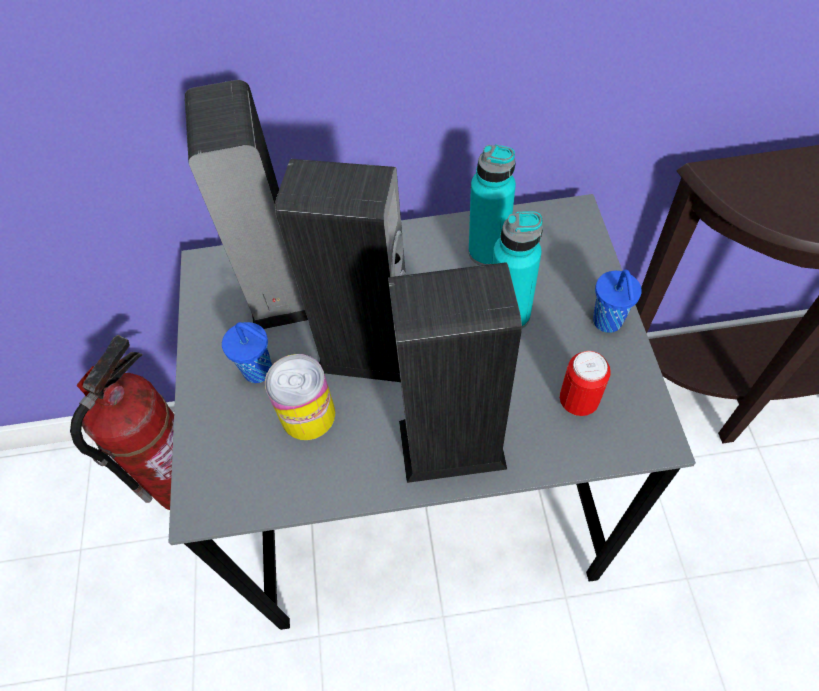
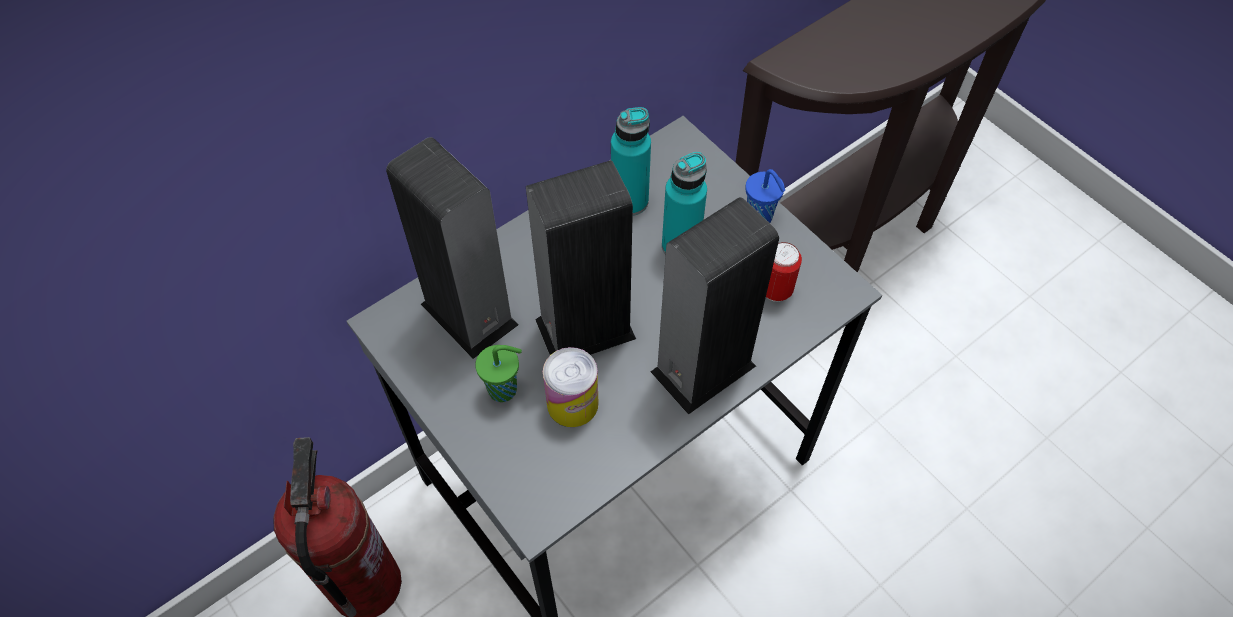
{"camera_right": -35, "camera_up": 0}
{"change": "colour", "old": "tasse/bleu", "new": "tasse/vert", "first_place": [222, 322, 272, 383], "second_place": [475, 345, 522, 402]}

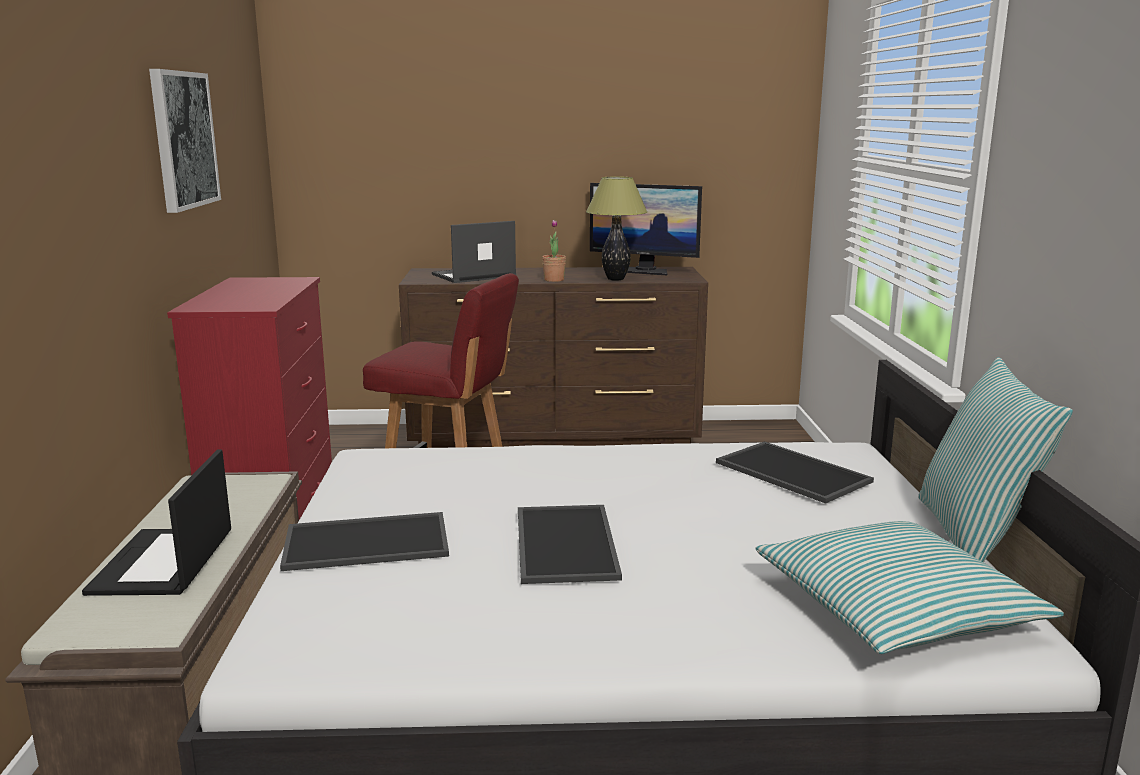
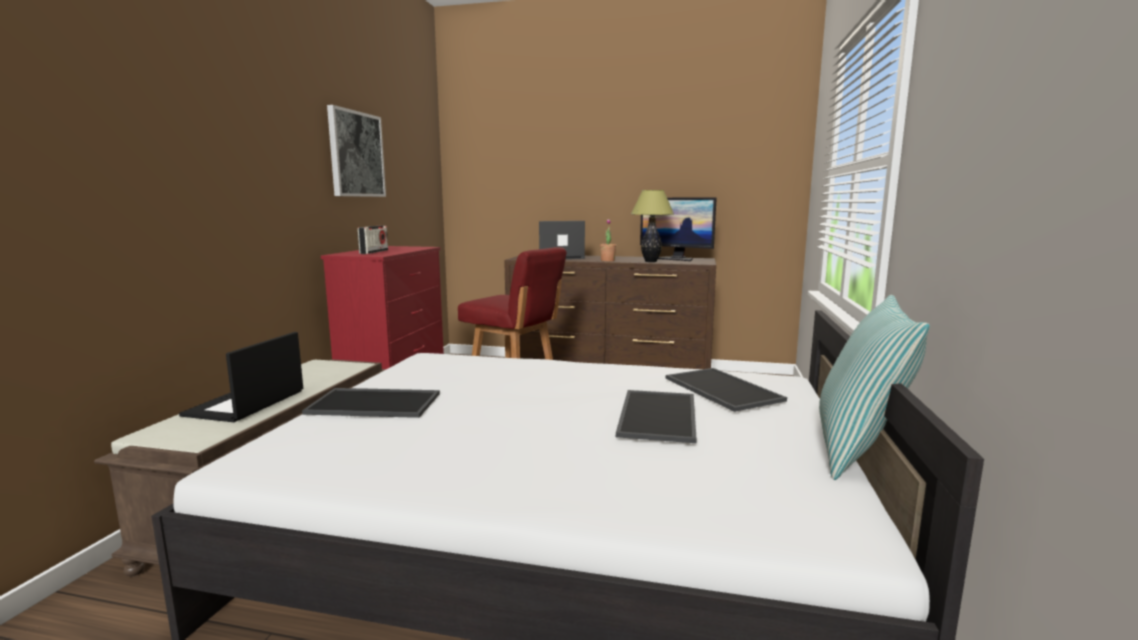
{"camera_right": 15, "camera_up": -5}
{"change": "missing", "old": "coussin", "first_place": [755, 521, 1064, 654]}
{"change": "appeared", "new": "radio", "second_place": [357, 226, 388, 254]}
{"change": "relocated", "old": "plateau", "first_place": [518, 505, 622, 584], "second_place": [616, 390, 697, 443]}

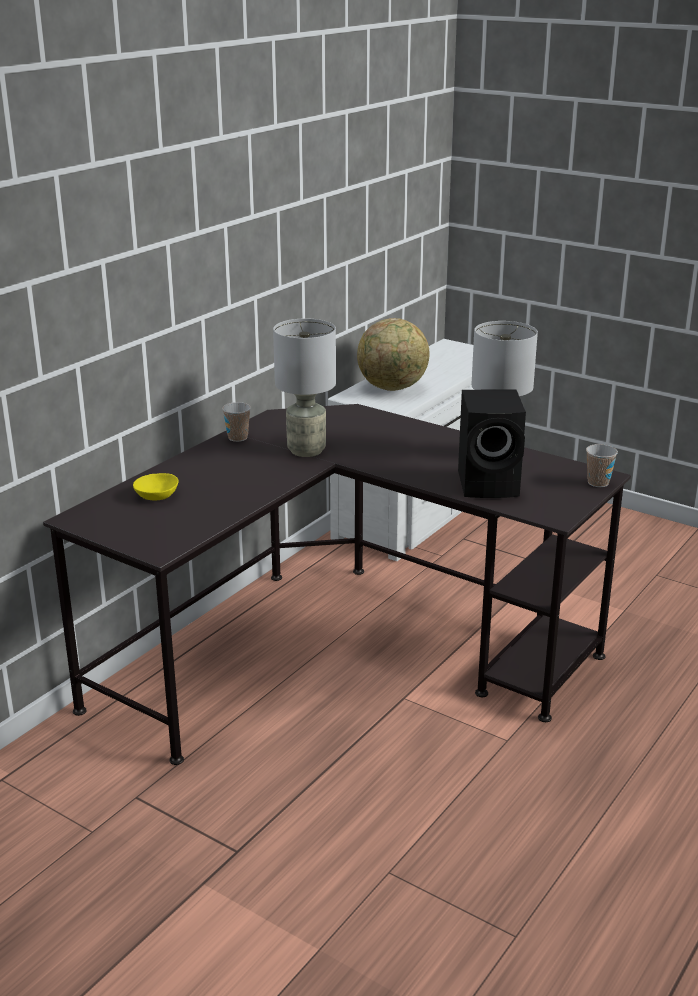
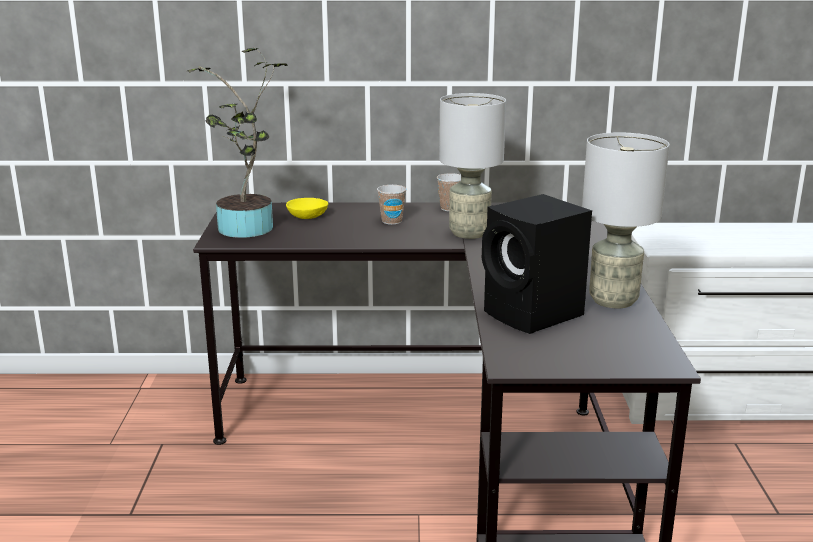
{"camera_right": 55, "camera_up": -5}
{"change": "missing", "old": "globe", "first_place": [357, 318, 430, 391]}
{"change": "appeared", "new": "plante en pot", "second_place": [187, 47, 287, 238]}
{"change": "relocated", "old": "tasse", "first_place": [586, 444, 618, 487], "second_place": [377, 185, 407, 225]}

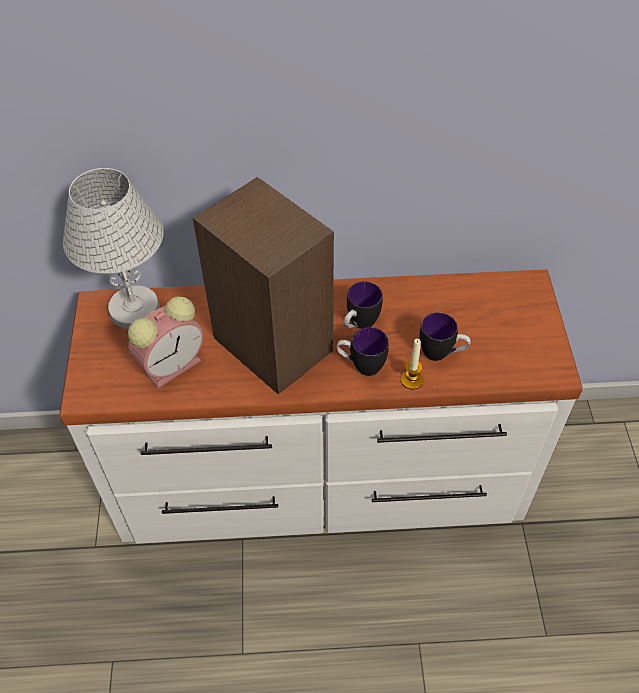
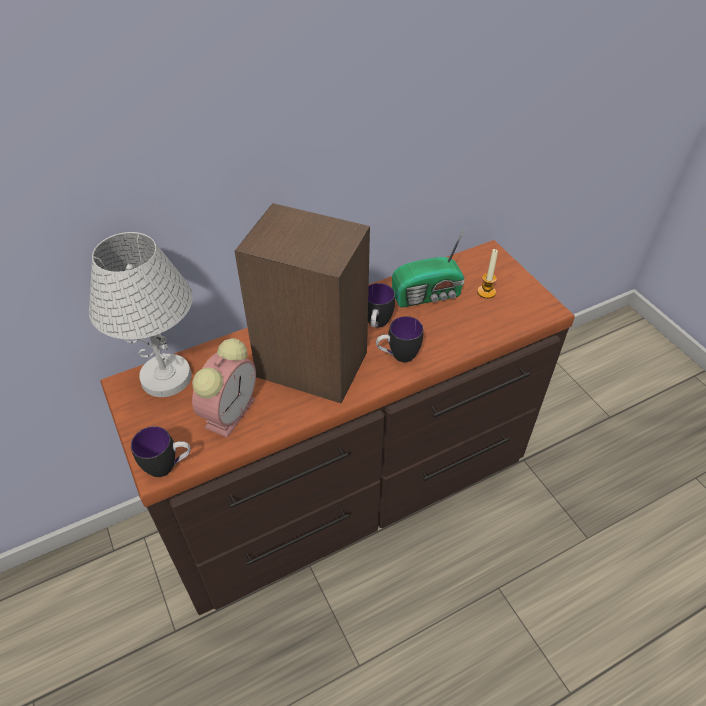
{"camera_right": -25, "camera_up": -5}
{"change": "appeared", "new": "radio", "second_place": [392, 227, 465, 308]}
{"change": "relocated", "old": "bougie", "first_place": [401, 339, 423, 390], "second_place": [477, 249, 498, 299]}
{"change": "relocated", "old": "mug", "first_place": [419, 312, 471, 361], "second_place": [131, 426, 191, 477]}
{"change": "colour", "old": "commode/blanc", "new": "commode/marron", "first_place": [59, 269, 583, 544], "second_place": [100, 240, 575, 615]}

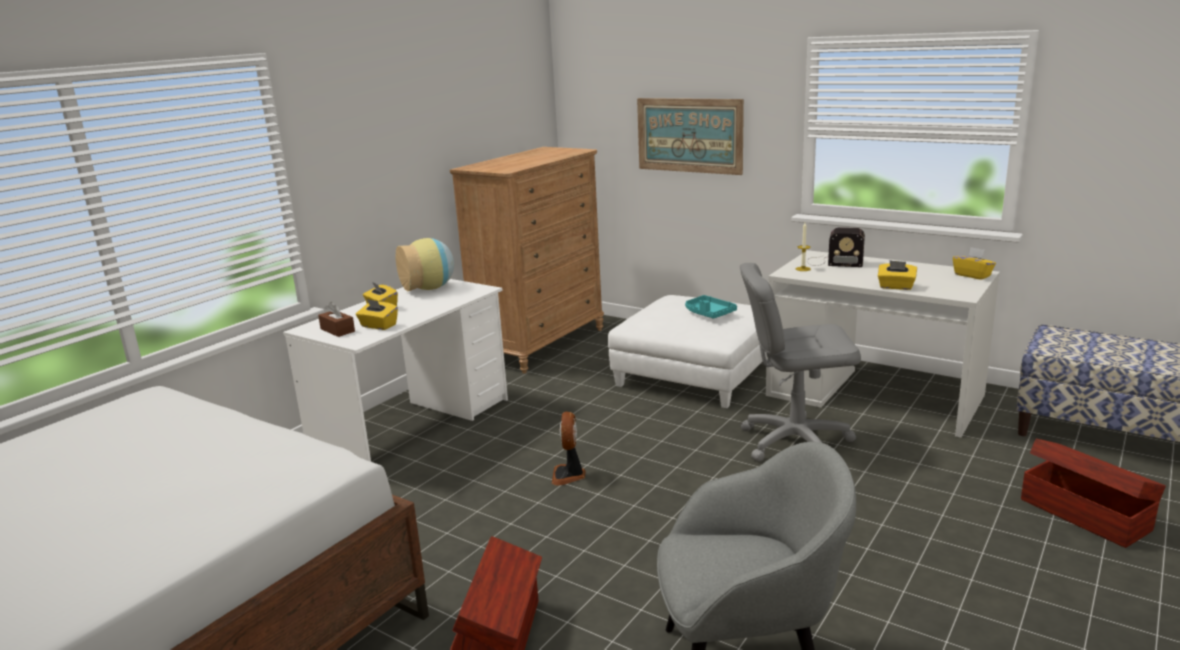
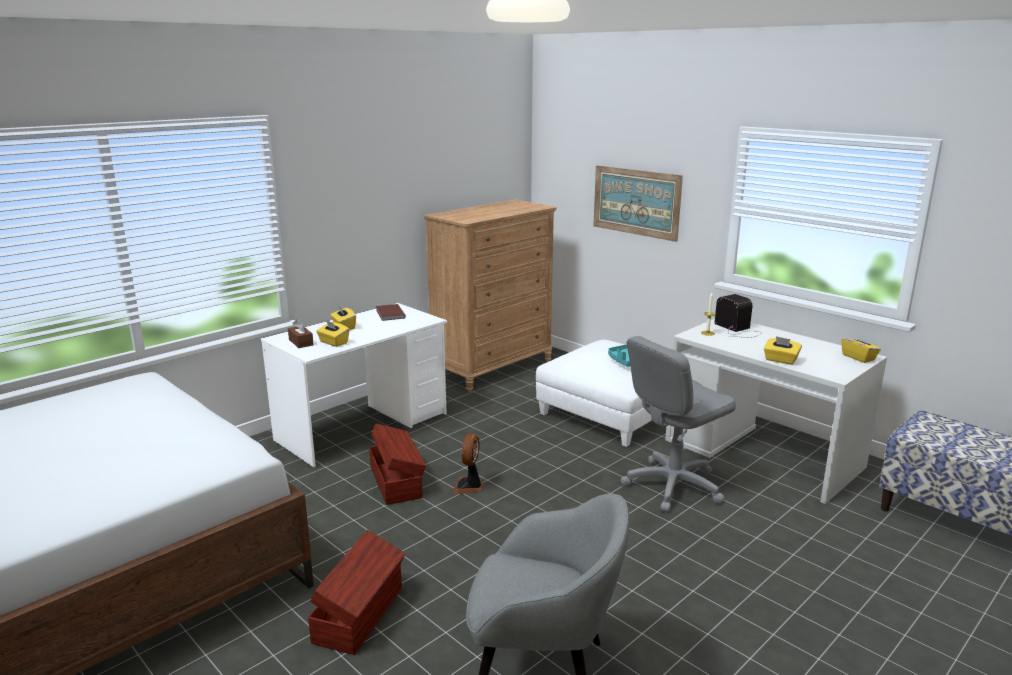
{"camera_right": 10, "camera_up": 0}
{"change": "relocated", "old": "boîte de rangement/marron", "first_place": [1021, 439, 1166, 548], "second_place": [369, 424, 426, 505]}
{"change": "exchanged", "old": "vase", "new": "livre/marron", "first_place": [395, 238, 454, 291], "second_place": [376, 304, 406, 321]}
{"change": "spun", "old": "chaise de bureau/gris", "first_place": [740, 263, 861, 461], "second_place": [621, 336, 736, 512], "degrees": -45}
{"change": "spun", "old": "radio", "first_place": [807, 227, 865, 267], "second_place": [714, 294, 760, 338], "degrees": -150}

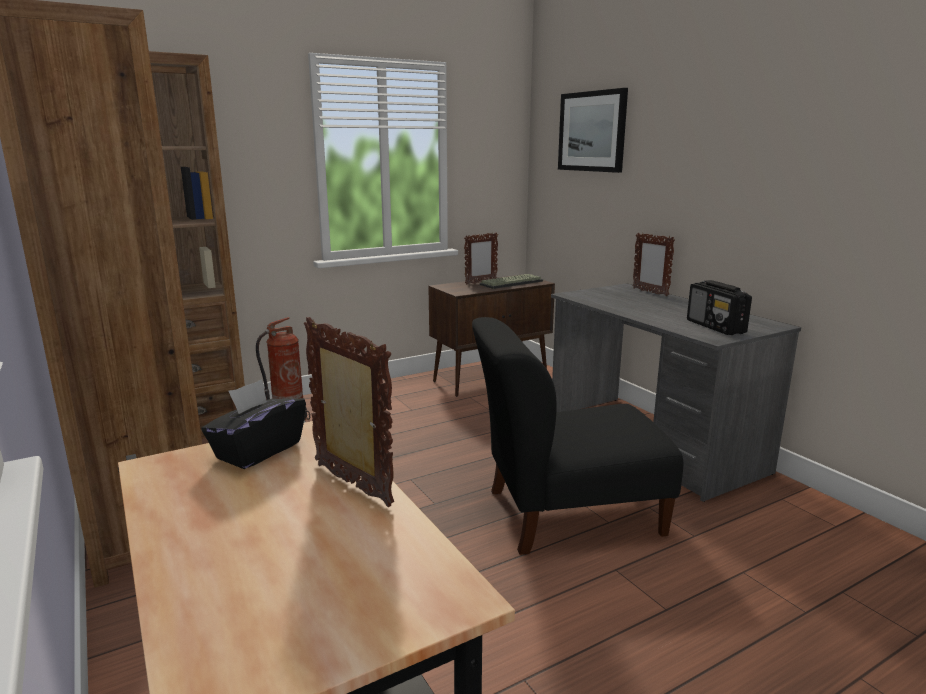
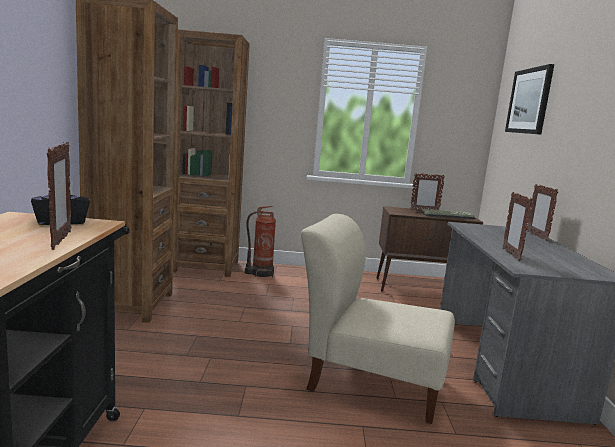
{"camera_right": 30, "camera_up": -5}
{"change": "missing", "old": "radio", "first_place": [687, 280, 752, 335]}
{"change": "appeared", "new": "cadre photo", "second_place": [503, 192, 533, 261]}
{"change": "colour", "old": "chaise/noir", "new": "chaise/beige", "first_place": [472, 317, 683, 555], "second_place": [301, 214, 455, 424]}

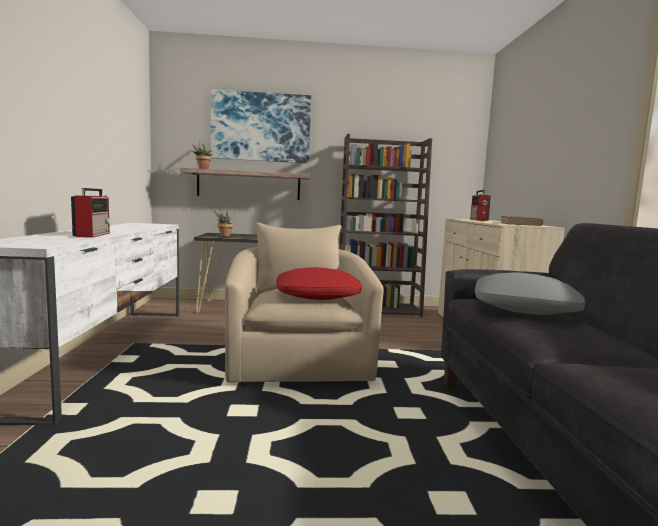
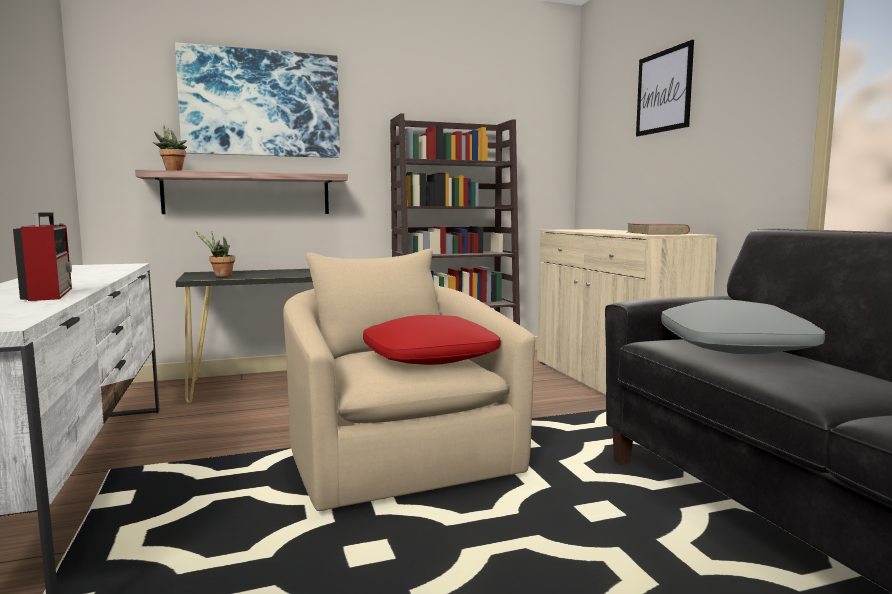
{"camera_right": -15, "camera_up": 0}
{"change": "missing", "old": "radio", "first_place": [470, 190, 491, 221]}
{"change": "appeared", "new": "tableau", "second_place": [636, 40, 694, 137]}

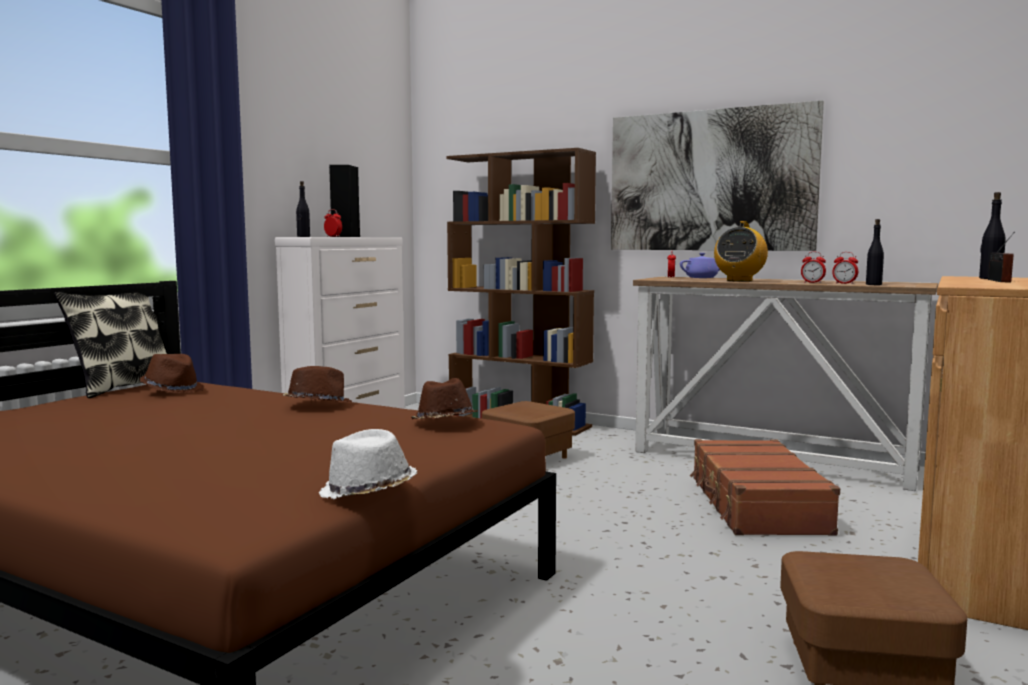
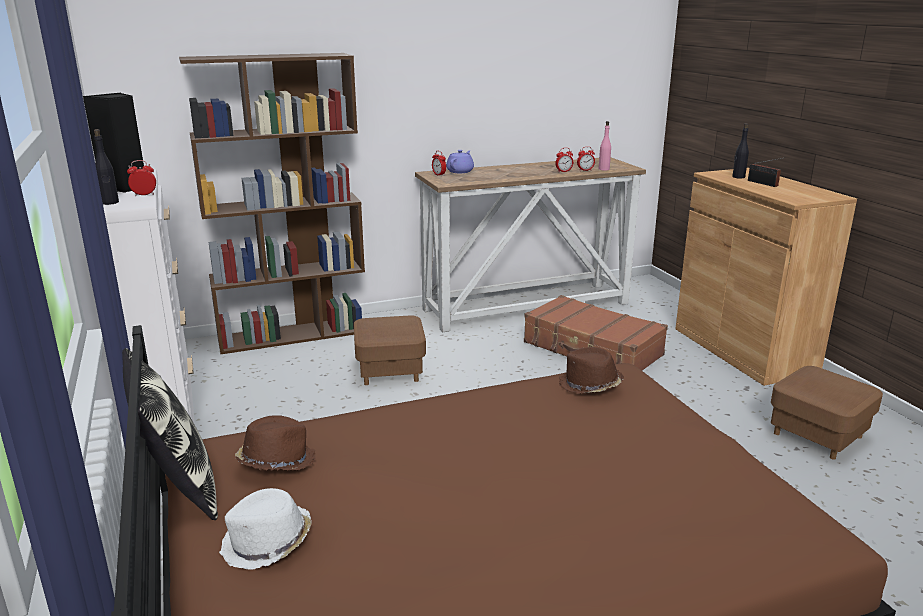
{"camera_right": -50, "camera_up": 15}
{"change": "missing", "old": "chapeau/marron", "first_place": [283, 366, 352, 402]}
{"change": "missing", "old": "tableau", "first_place": [611, 100, 824, 251]}
{"change": "missing", "old": "radio", "first_place": [714, 221, 768, 282]}
{"change": "relocated", "old": "chapeau/blanc", "first_place": [318, 429, 417, 499], "second_place": [219, 488, 312, 570]}
{"change": "colour", "old": "bouteille/noir", "new": "bouteille/rose", "first_place": [866, 219, 884, 285], "second_place": [599, 121, 611, 171]}

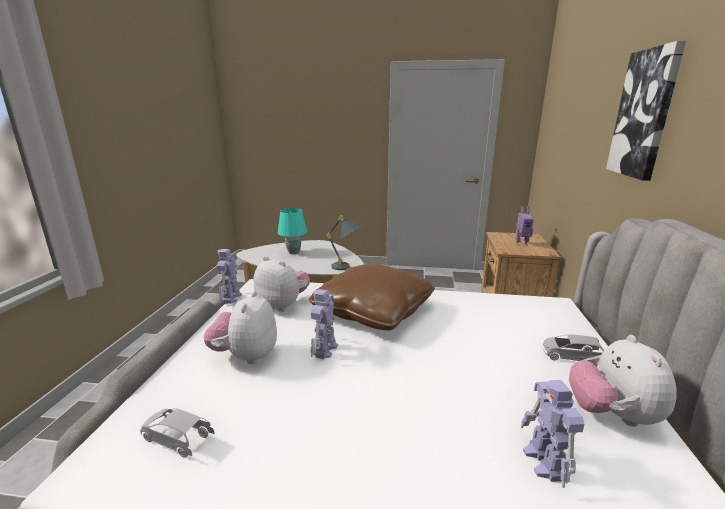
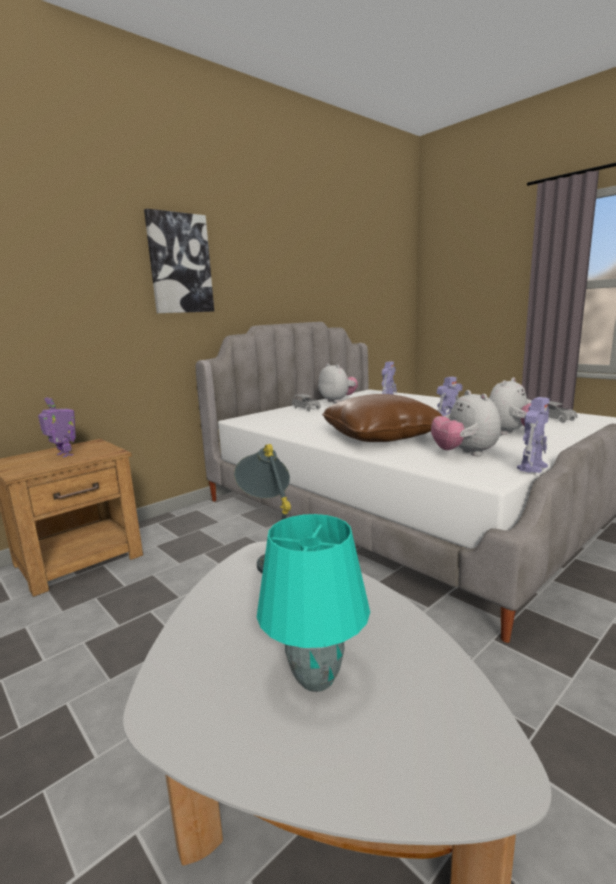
{"camera_right": -140, "camera_up": -5}
{"change": "spun", "old": "peluche", "first_place": [569, 335, 677, 427], "second_place": [318, 363, 358, 403], "degrees": -75}

